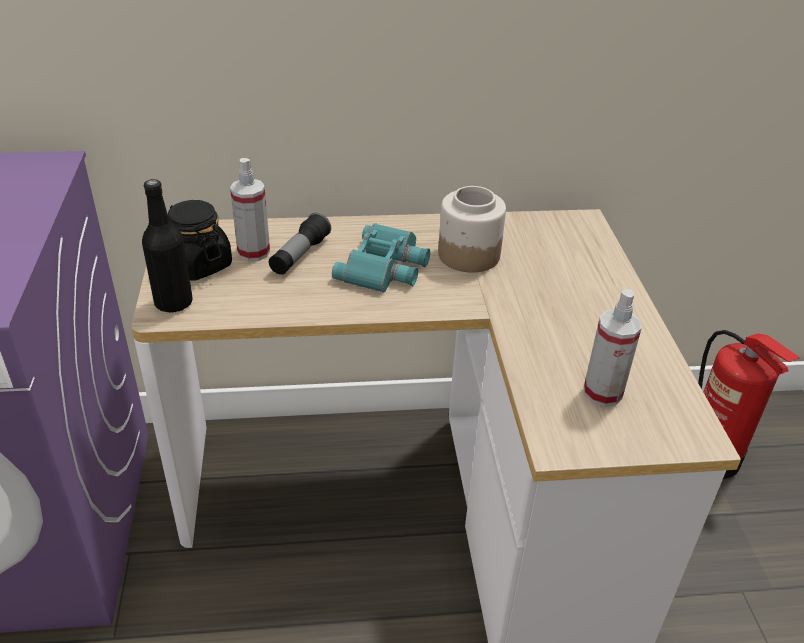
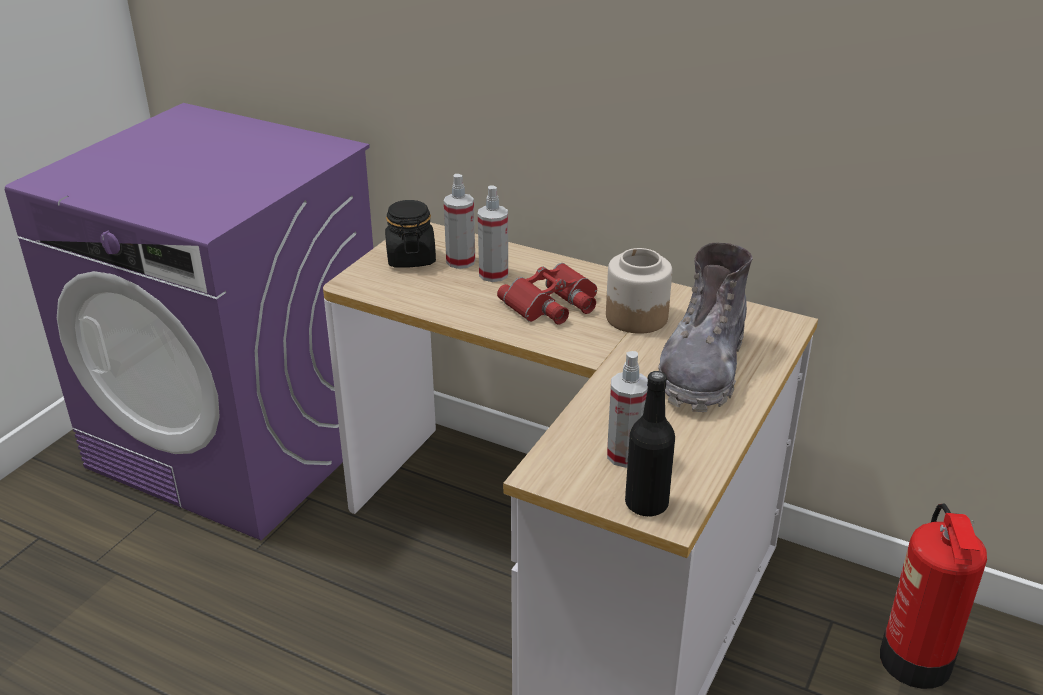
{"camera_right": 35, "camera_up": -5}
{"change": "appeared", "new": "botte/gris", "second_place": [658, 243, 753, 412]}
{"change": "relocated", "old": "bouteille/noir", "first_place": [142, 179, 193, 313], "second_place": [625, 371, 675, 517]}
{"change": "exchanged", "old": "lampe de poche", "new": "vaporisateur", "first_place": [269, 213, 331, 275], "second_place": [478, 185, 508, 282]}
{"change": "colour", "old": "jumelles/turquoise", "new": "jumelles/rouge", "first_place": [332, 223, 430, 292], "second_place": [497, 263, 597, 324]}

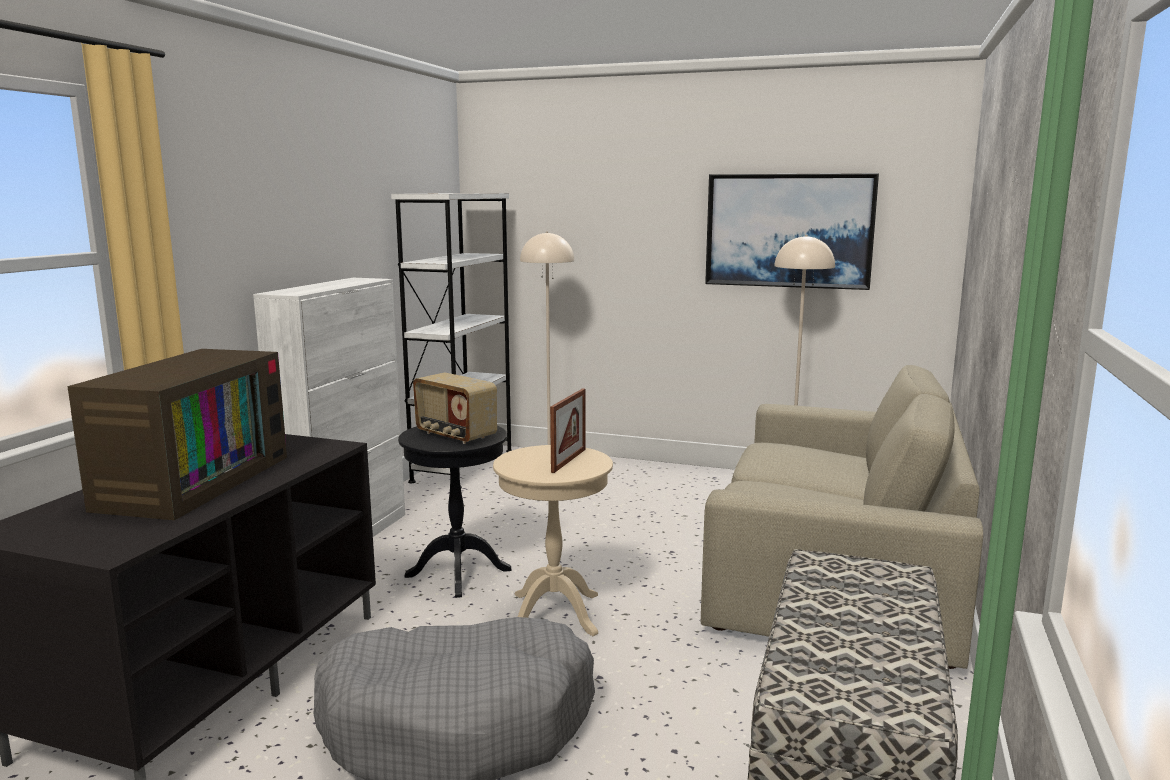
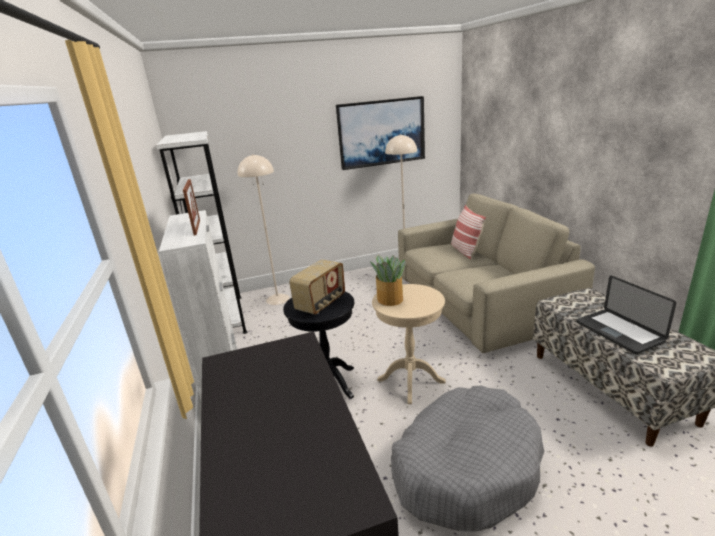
{"camera_right": -35, "camera_up": 10}
{"change": "missing", "old": "téléviseur", "first_place": [67, 349, 287, 520]}
{"change": "appeared", "new": "plante en pot", "second_place": [370, 254, 406, 306]}
{"change": "appeared", "new": "coussin", "second_place": [451, 205, 486, 259]}
{"change": "appeared", "new": "ordinateur portable", "second_place": [576, 275, 677, 354]}
{"change": "relocated", "old": "cadre photo", "first_place": [550, 388, 586, 473], "second_place": [183, 179, 200, 236]}
{"change": "spun", "old": "radio", "first_place": [413, 372, 497, 444], "second_place": [289, 259, 345, 314], "degrees": -60}

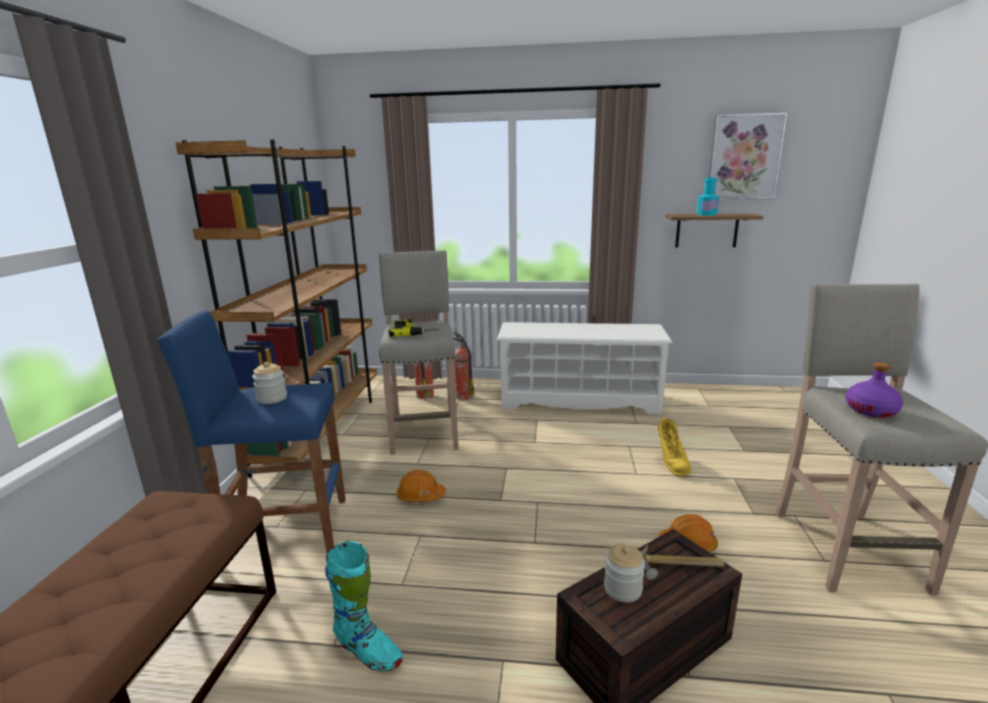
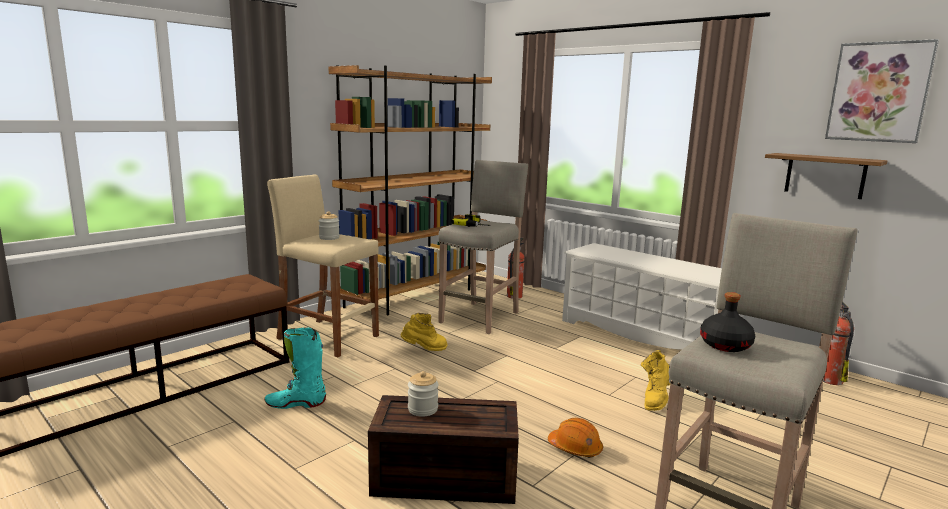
{"camera_right": 35, "camera_up": -5}
{"change": "missing", "old": "marteau", "first_place": [641, 545, 724, 580]}
{"change": "missing", "old": "bouteille/turquoise", "first_place": [697, 177, 719, 216]}
{"change": "relocated", "old": "extincteur", "first_place": [453, 332, 475, 400], "second_place": [823, 302, 854, 385]}
{"change": "exchanged", "old": "casque de chantier/orange", "new": "botte/jaune", "first_place": [396, 470, 446, 502], "second_place": [400, 313, 447, 351]}
{"change": "colour", "old": "tabouret/bleu", "new": "tabouret/beige", "first_place": [158, 310, 346, 552], "second_place": [267, 175, 379, 357]}
{"change": "colour", "old": "bouteille/violet", "new": "bouteille/noir", "first_place": [845, 362, 903, 418], "second_place": [700, 292, 755, 352]}
{"change": "spun", "old": "botte/turquoise", "first_place": [325, 541, 403, 671], "second_place": [265, 328, 326, 409], "degrees": 105}

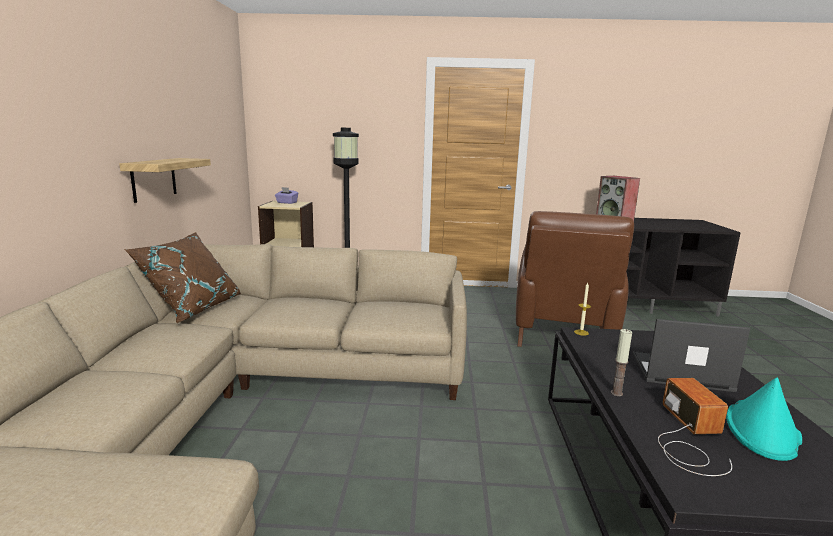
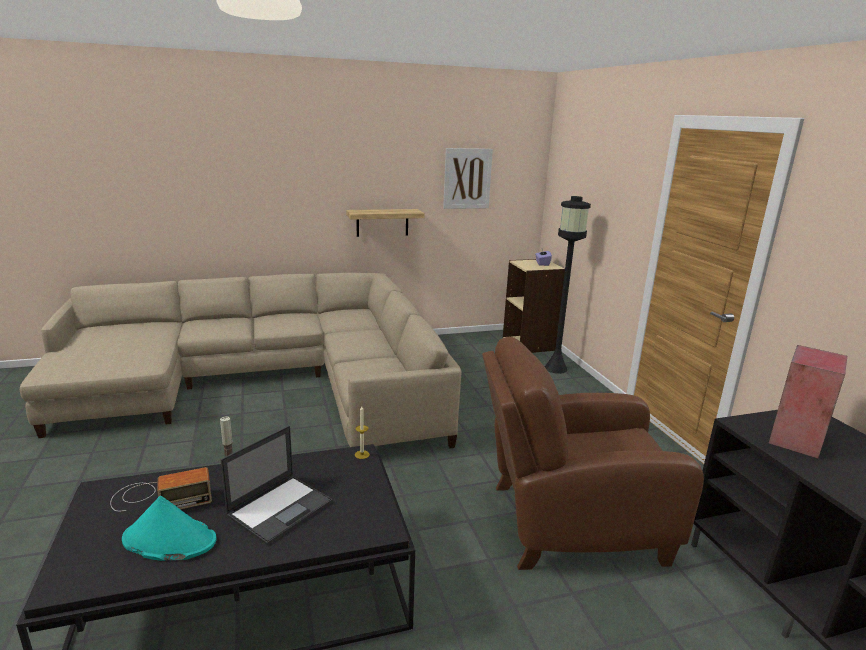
{"camera_right": 70, "camera_up": 5}
{"change": "missing", "old": "coussin/marron", "first_place": [124, 232, 241, 323]}
{"change": "appeared", "new": "tableau", "second_place": [443, 148, 493, 209]}
{"change": "spun", "old": "ordinateur portable", "first_place": [633, 319, 750, 392], "second_place": [220, 426, 333, 545], "degrees": 45}

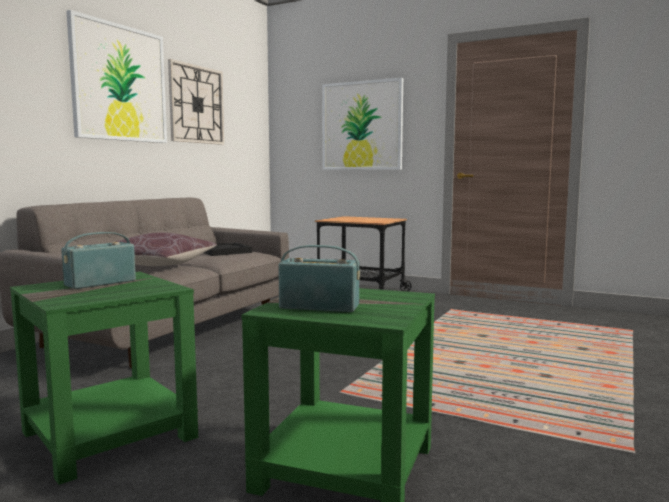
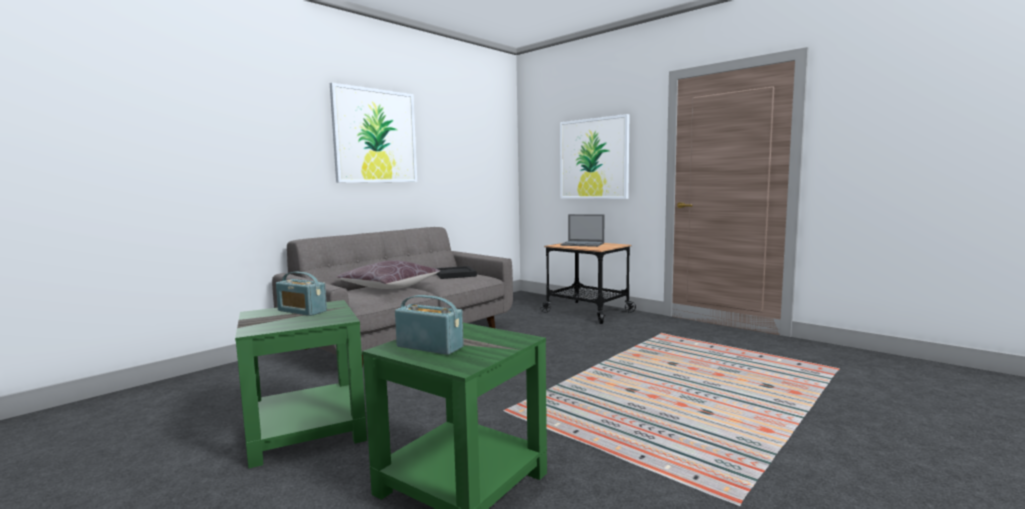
{"camera_right": 15, "camera_up": 0}
{"change": "missing", "old": "horloge murale", "first_place": [168, 59, 224, 145]}
{"change": "appeared", "new": "ordinateur portable", "second_place": [561, 214, 604, 247]}
{"change": "spun", "old": "radio", "first_place": [61, 232, 136, 289], "second_place": [276, 272, 327, 316], "degrees": -120}

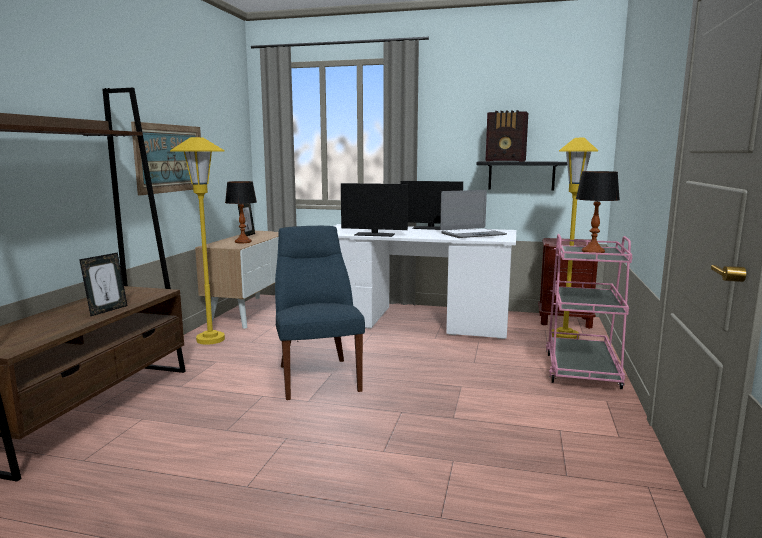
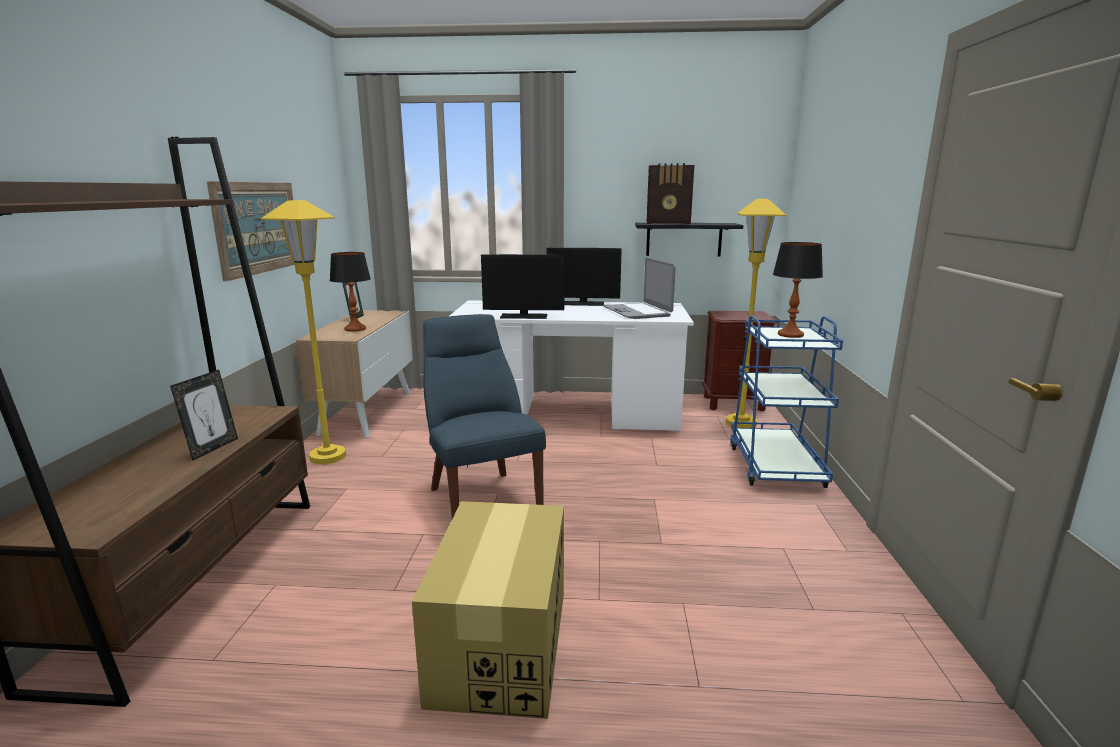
{"camera_right": -10, "camera_up": 5}
{"change": "appeared", "new": "carton", "second_place": [412, 501, 564, 719]}
{"change": "colour", "old": "chariot/rose", "new": "chariot/bleu", "first_place": [546, 234, 632, 389], "second_place": [730, 315, 843, 488]}
{"change": "spun", "old": "ordinateur portable", "first_place": [440, 190, 507, 238], "second_place": [604, 258, 676, 319], "degrees": 105}

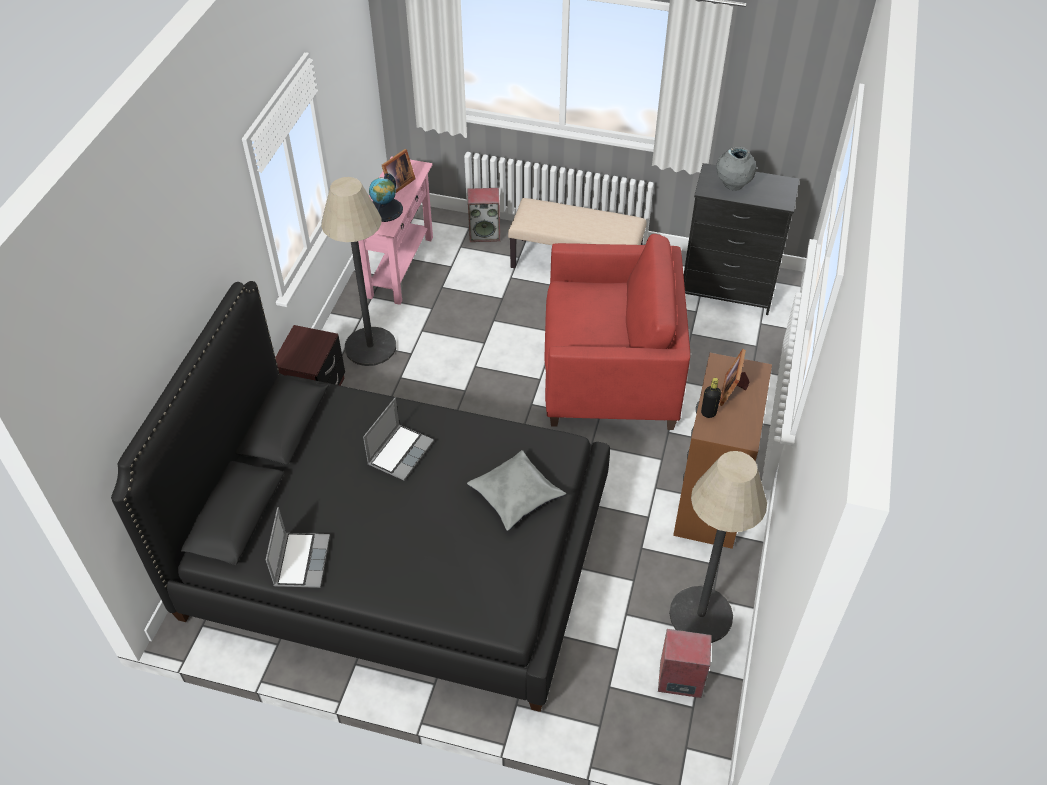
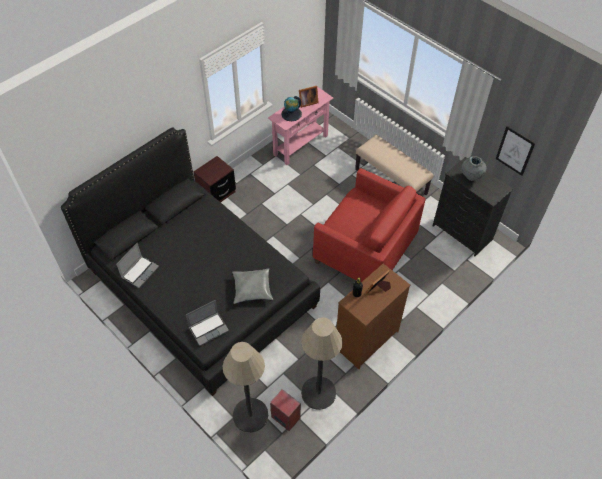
{"camera_right": 30, "camera_up": 5}
{"change": "missing", "old": "enceinte", "first_place": [467, 188, 500, 242]}
{"change": "appeared", "new": "tableau", "second_place": [496, 126, 535, 176]}
{"change": "relocated", "old": "lampadaire", "first_place": [321, 177, 396, 366], "second_place": [223, 342, 268, 433]}
{"change": "relocated", "old": "ordinateur portable", "first_place": [363, 398, 434, 480], "second_place": [186, 300, 229, 346]}

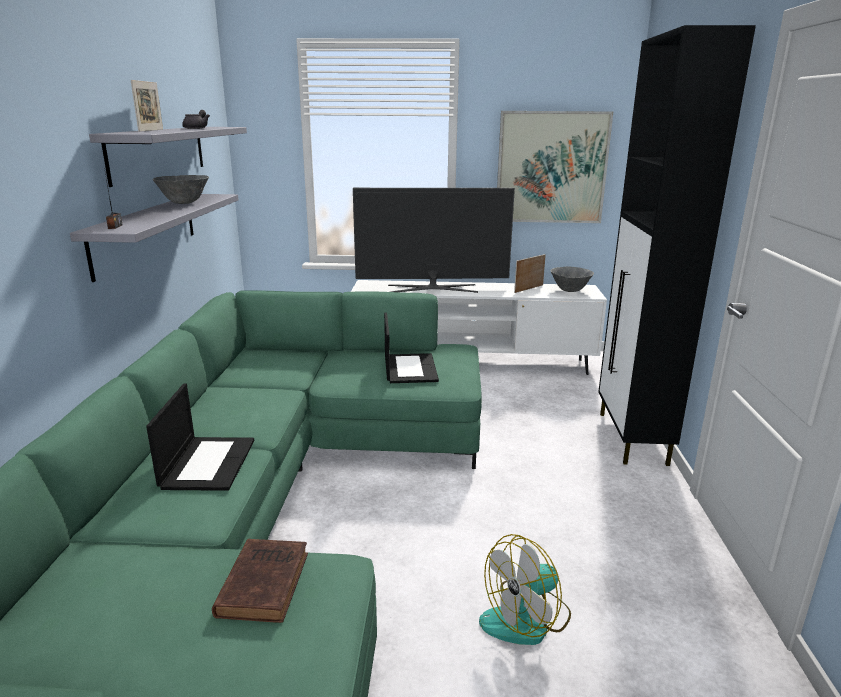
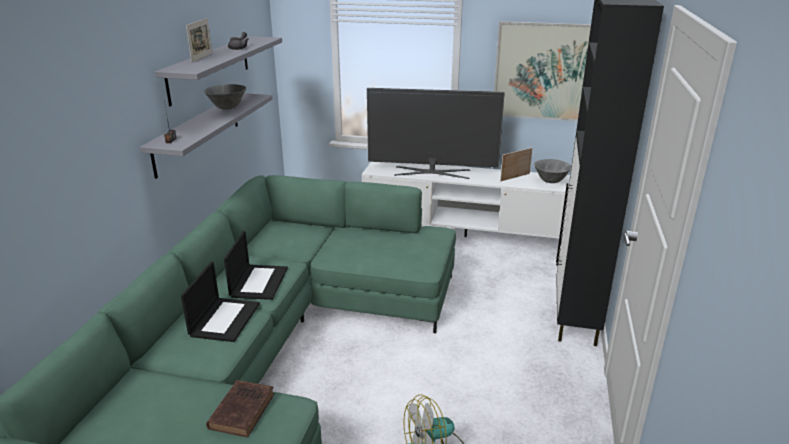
{"camera_right": 10, "camera_up": 5}
{"change": "relocated", "old": "ordinateur portable", "first_place": [384, 313, 439, 383], "second_place": [224, 231, 288, 300]}

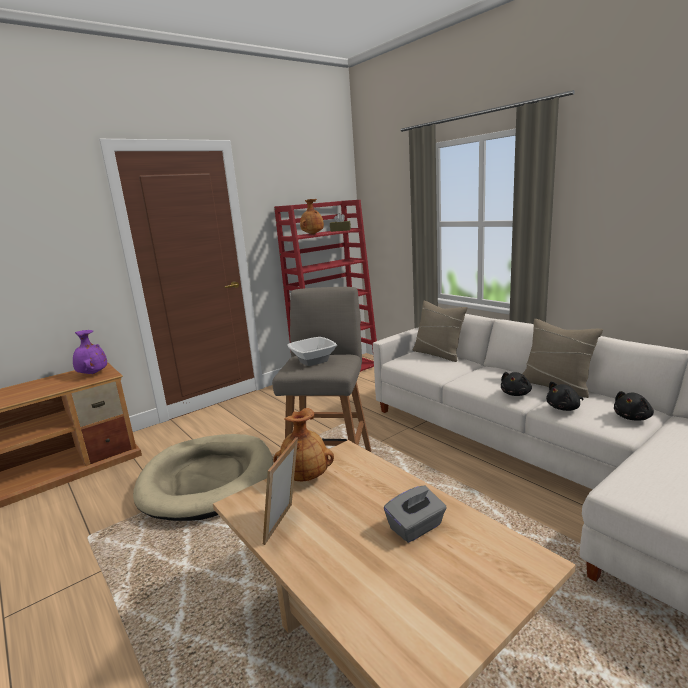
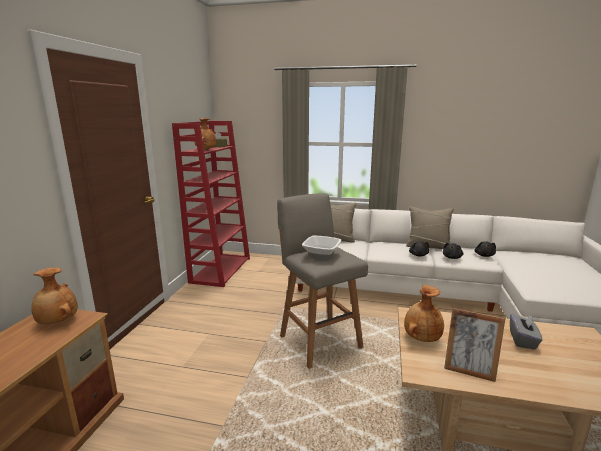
{"camera_right": -40, "camera_up": 0}
{"change": "missing", "old": "panier pour chien/beige", "first_place": [133, 434, 273, 521]}
{"change": "colour", "old": "vase/violet", "new": "vase/marron", "first_place": [73, 330, 107, 374], "second_place": [32, 267, 78, 324]}
{"change": "spun", "old": "cadre photo", "first_place": [263, 437, 298, 545], "second_place": [444, 308, 505, 382], "degrees": -45}

